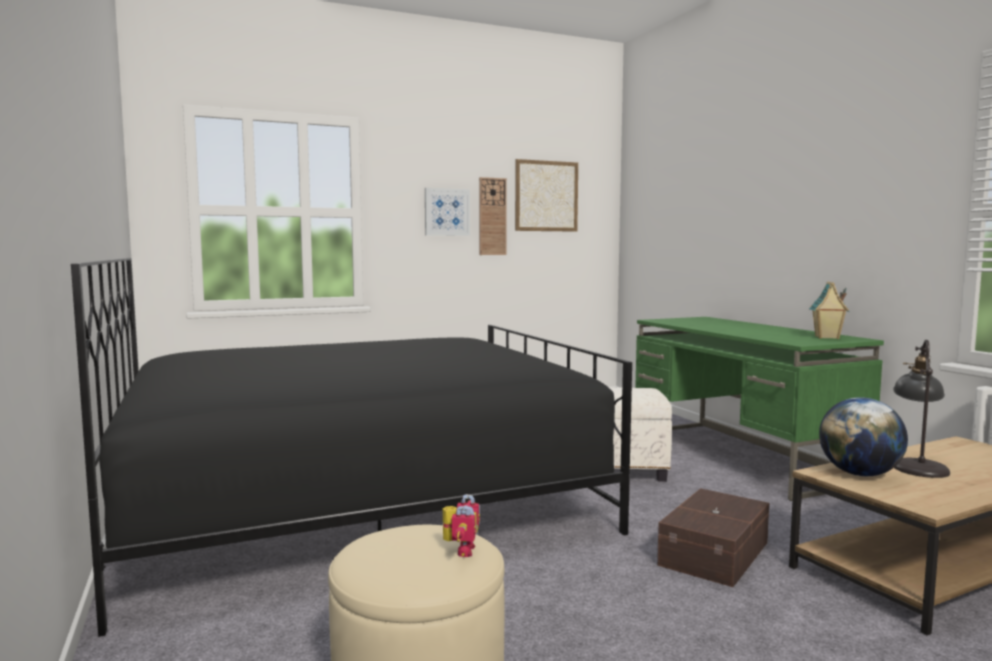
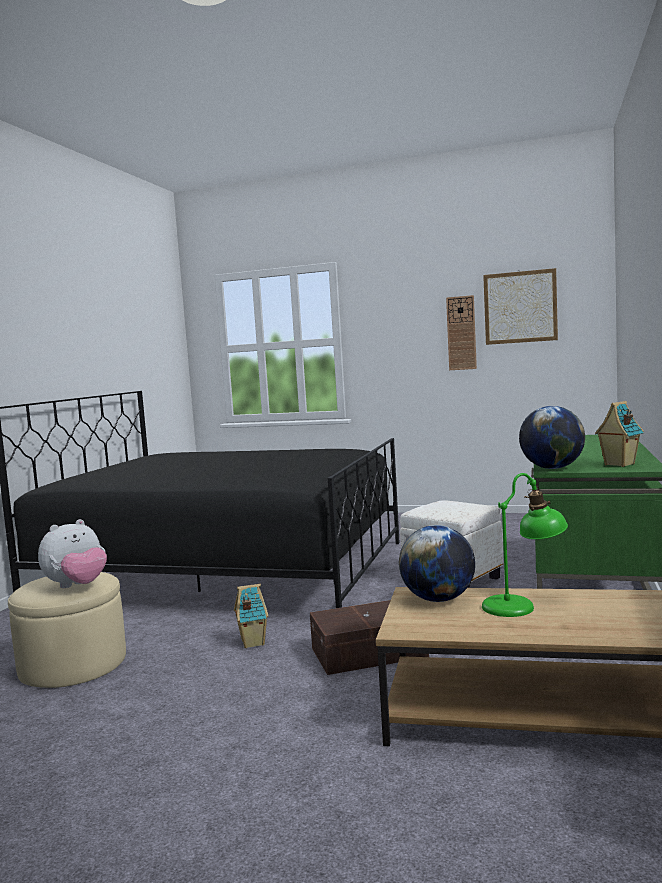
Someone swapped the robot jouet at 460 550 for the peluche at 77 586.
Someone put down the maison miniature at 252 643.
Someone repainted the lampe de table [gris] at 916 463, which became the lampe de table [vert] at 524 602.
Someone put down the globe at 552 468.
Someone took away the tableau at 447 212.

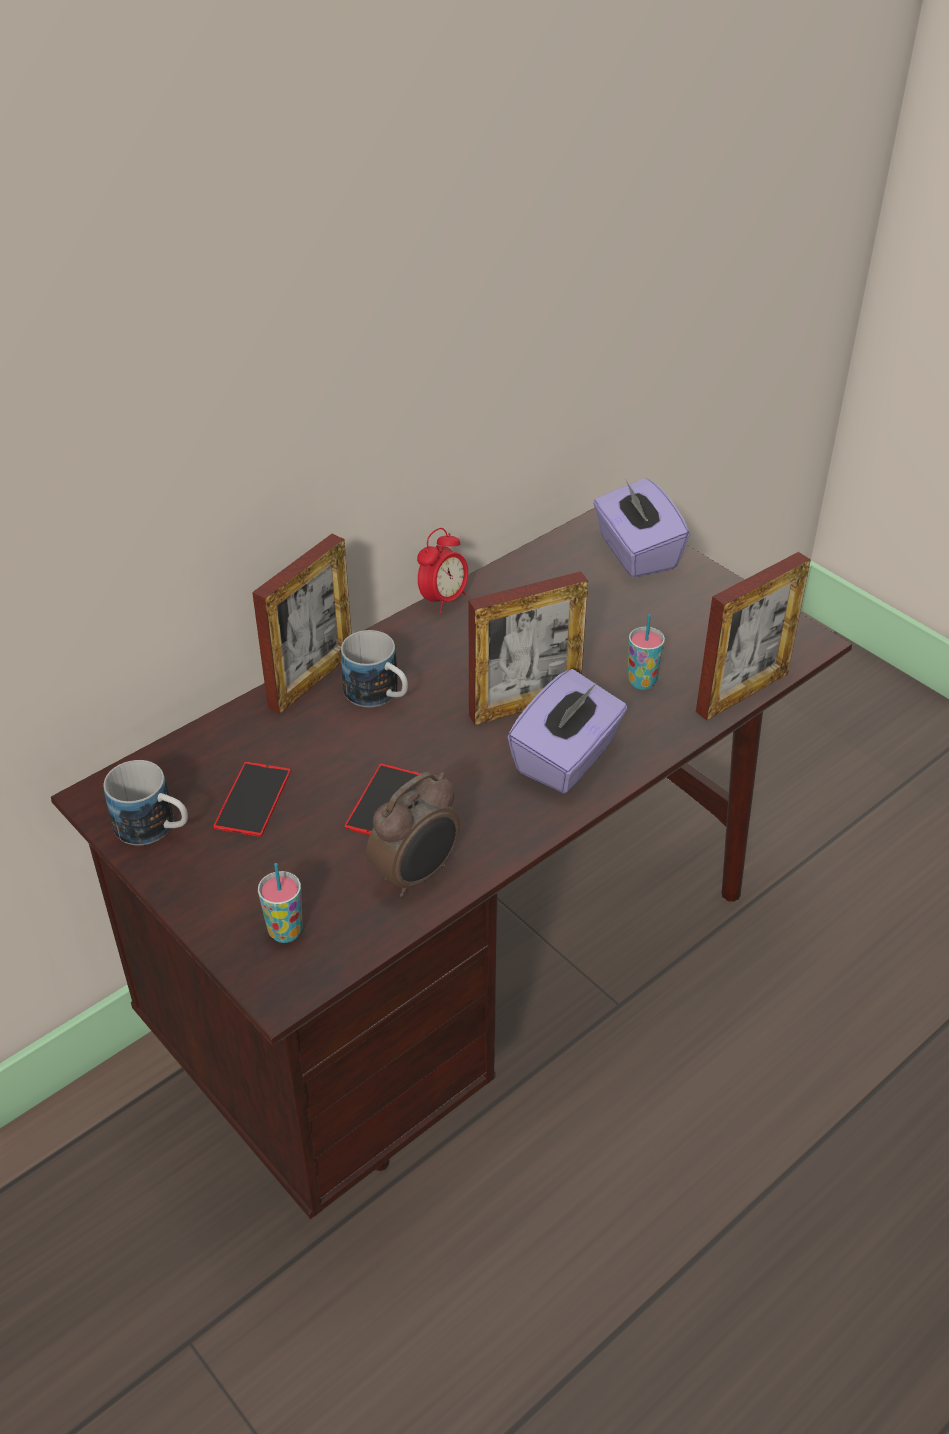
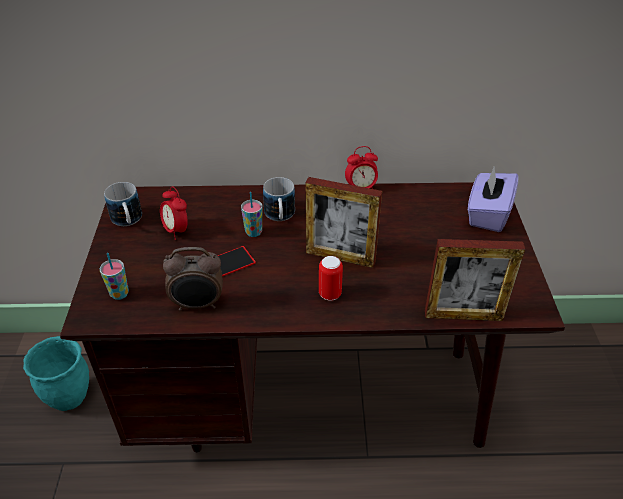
Someone put down the cache-pot [turquoise] at 70 398.
Someone swapped the téléphone at 252 799 for the réveil at 176 230.
Someone carried the tasse from 642 682 to 253 232.
Someone swapped the boîte à mouchoirs [violet] at 567 758 for the boîte métallique at 330 294.
Someone took away the cadre photo at 311 679.

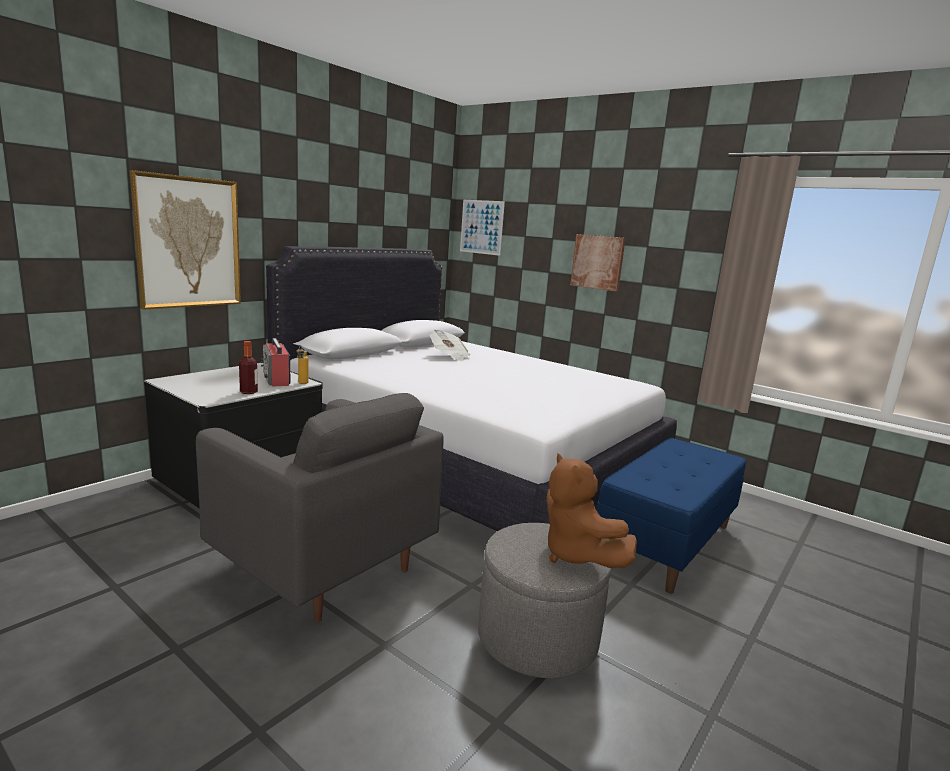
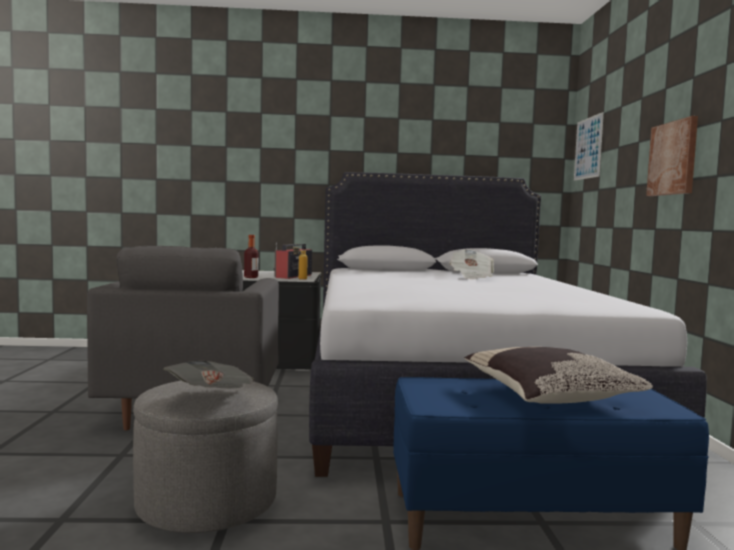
Someone swapped the peluche [marron] at 577 555 for the journal at 212 400.
Someone put down the coussin at 550 396.
Someone took away the tableau at 188 242.

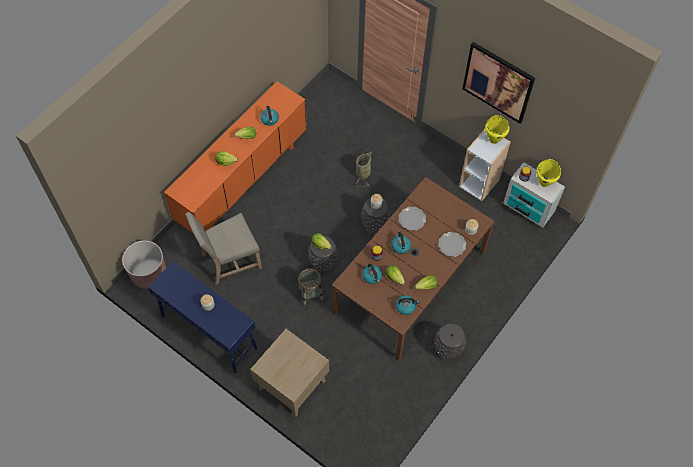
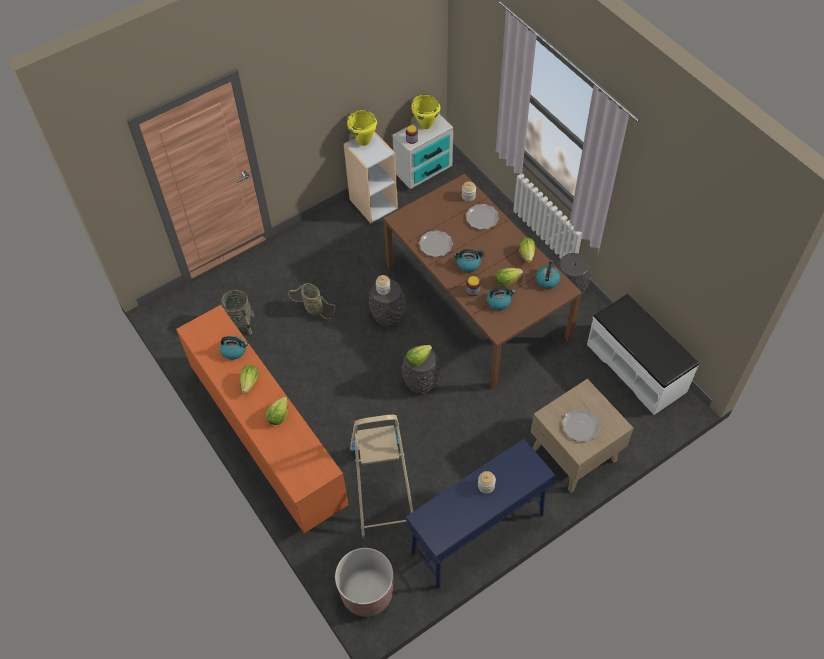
Someone carried the panier from 310 293 to 241 324.
Someone swapped the chaise [beige] at 229 260 for the escabeau [beige] at 382 486.
Someone put down the assiette at 581 426.
Someone put down the banc [blanc] at 636 367.
Someone took away the tableau at 498 82.

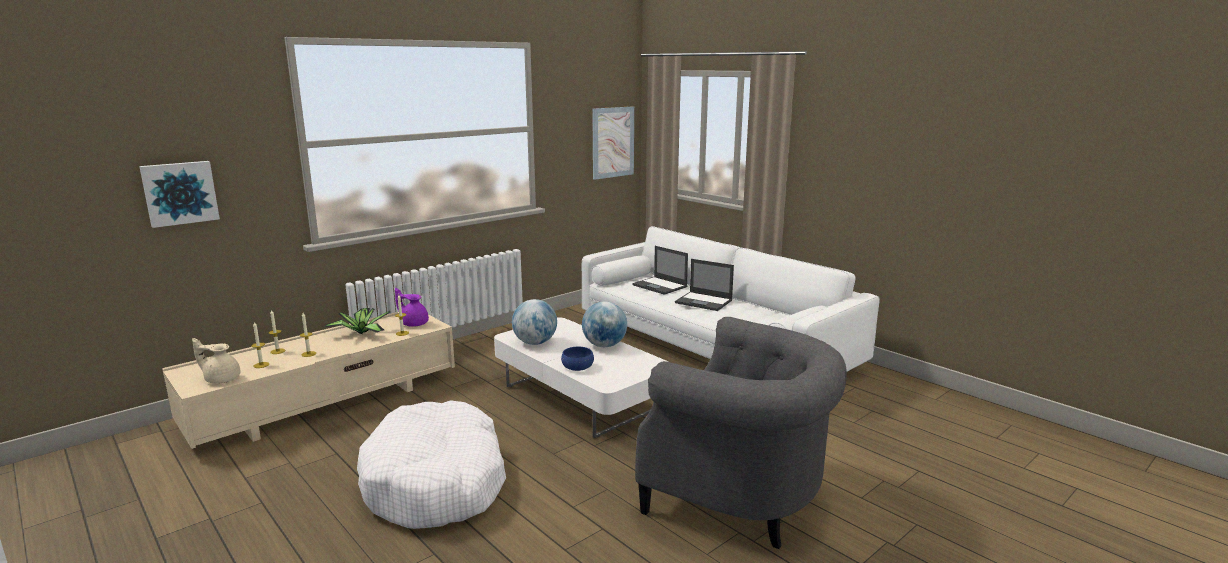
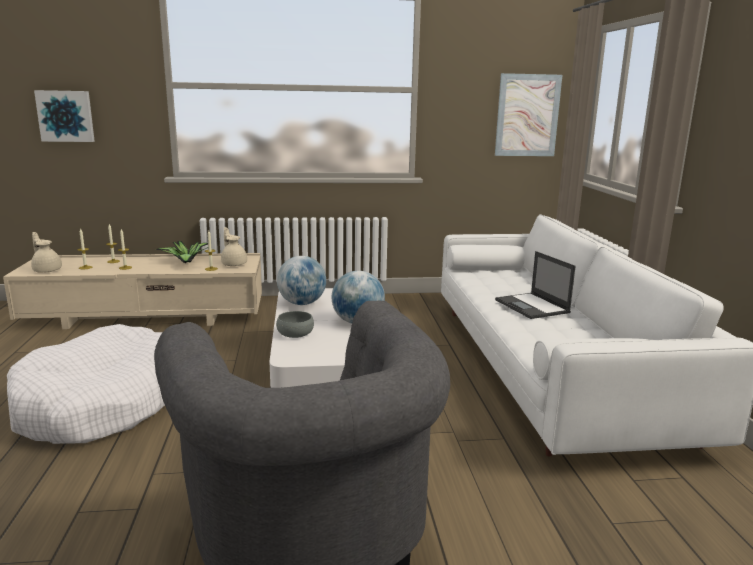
Someone repainted the théière [violet] at 414 323, which became the théière [beige] at 234 264.
Someone repainted the bol [bleu] at 577 367, which became the bol [gris] at 295 334.
Someone took away the ordinateur portable at 660 286.

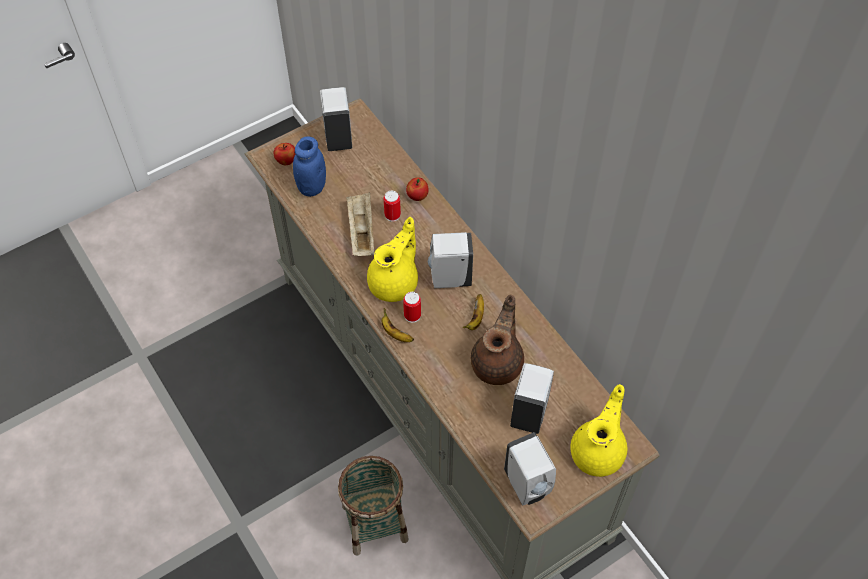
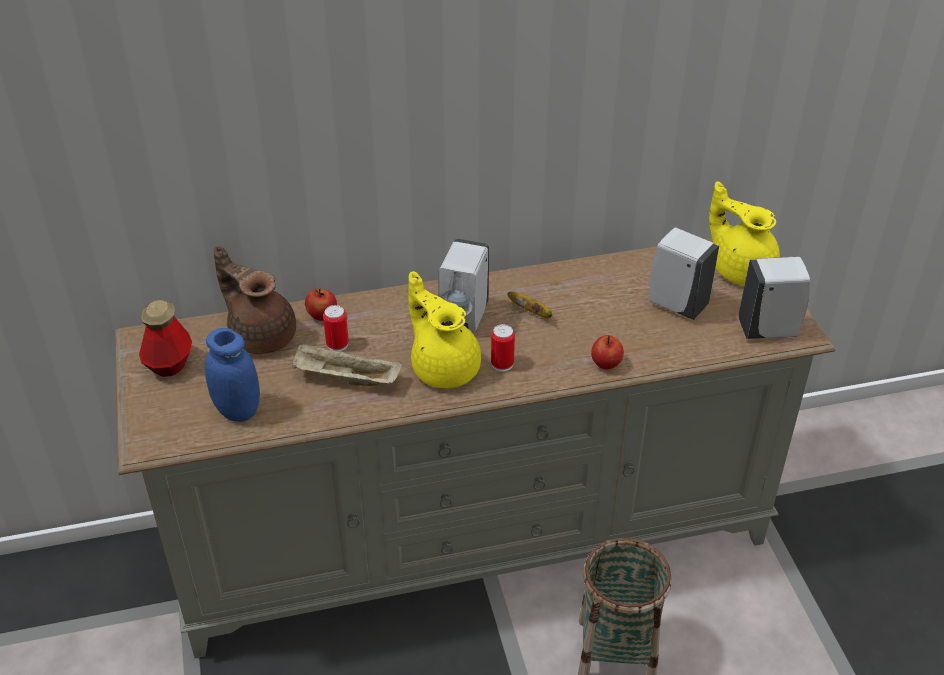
Someone swapped the distributeur de savon [blanc] at 338 137 for the bouteille at 169 364.
Someone carried the théière [marron] from 498 362 to 261 335.
Someone carried the pomme from 286 161 to 606 364.
Someone took away the banane at 395 333.

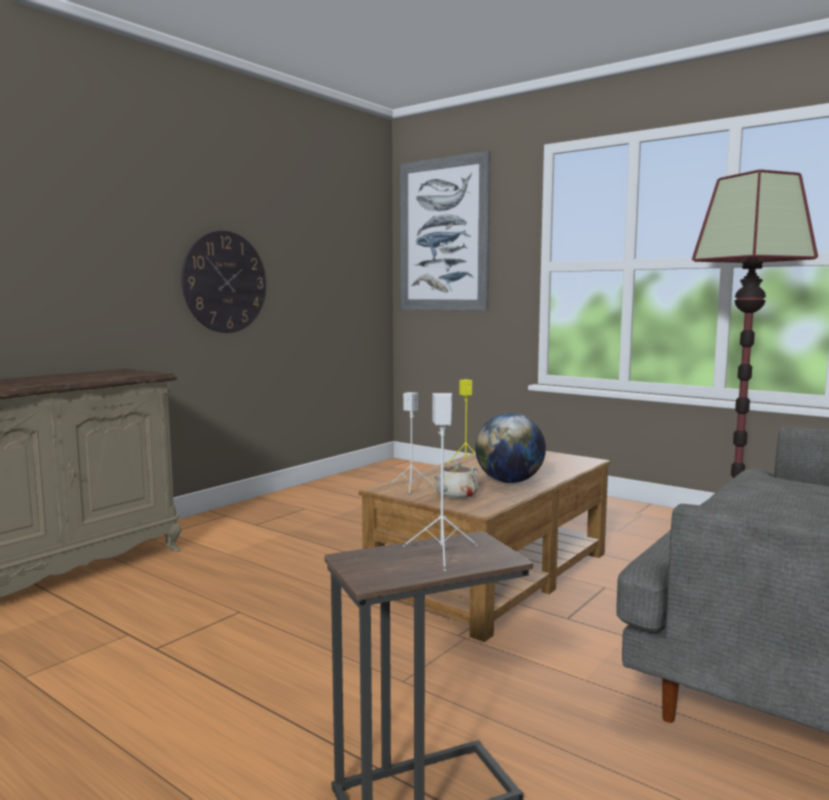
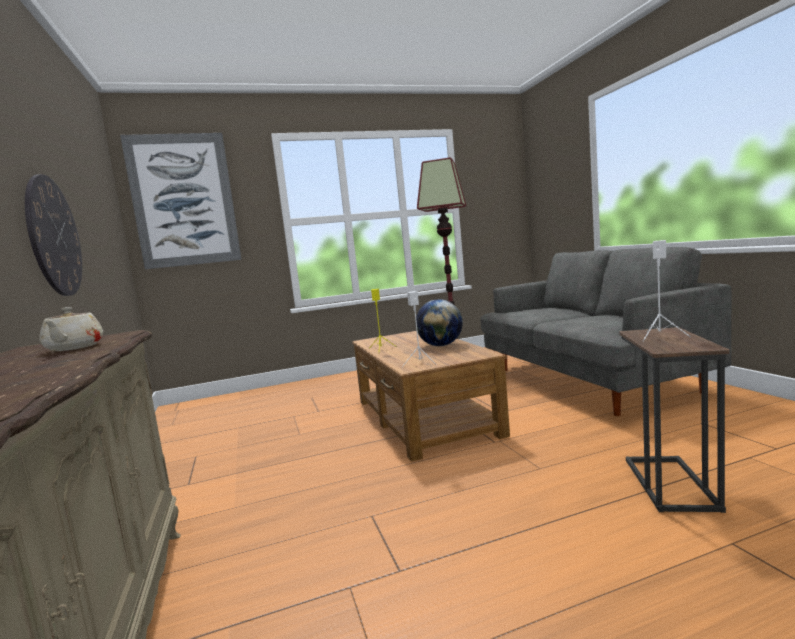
Someone carried the théière [beige] from 455 495 to 74 348.

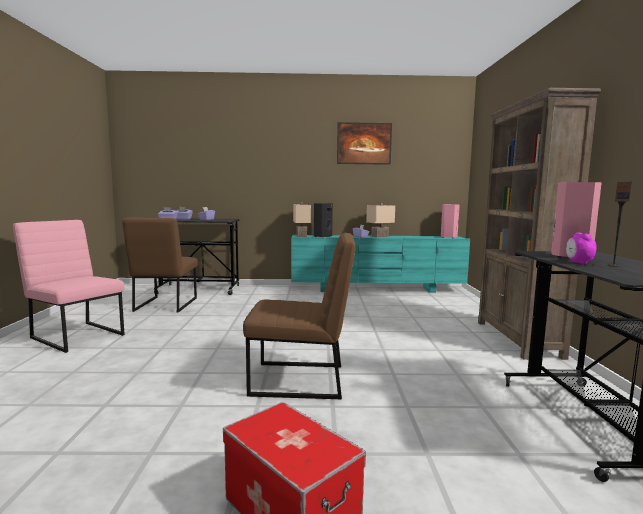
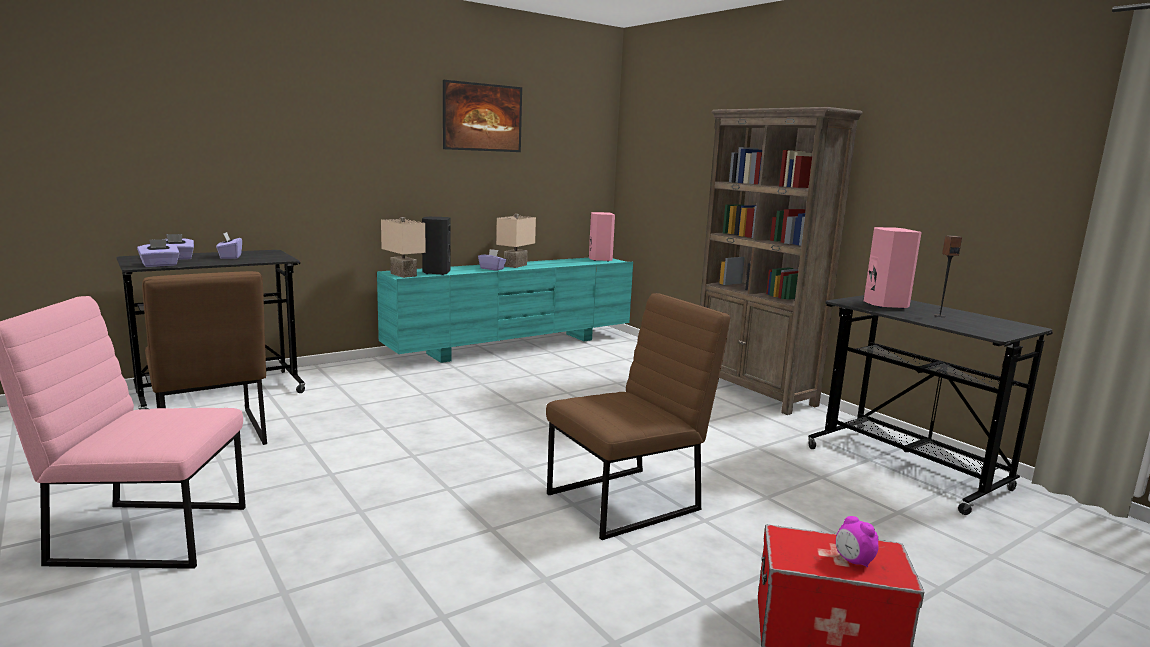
Someone carried the réveil from 578 262 to 853 561.

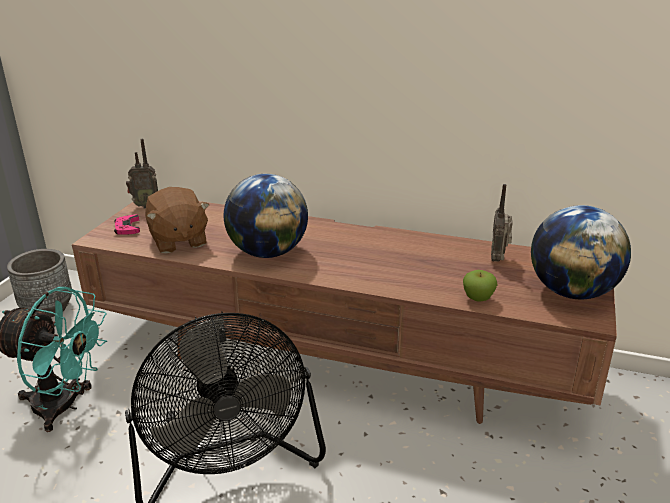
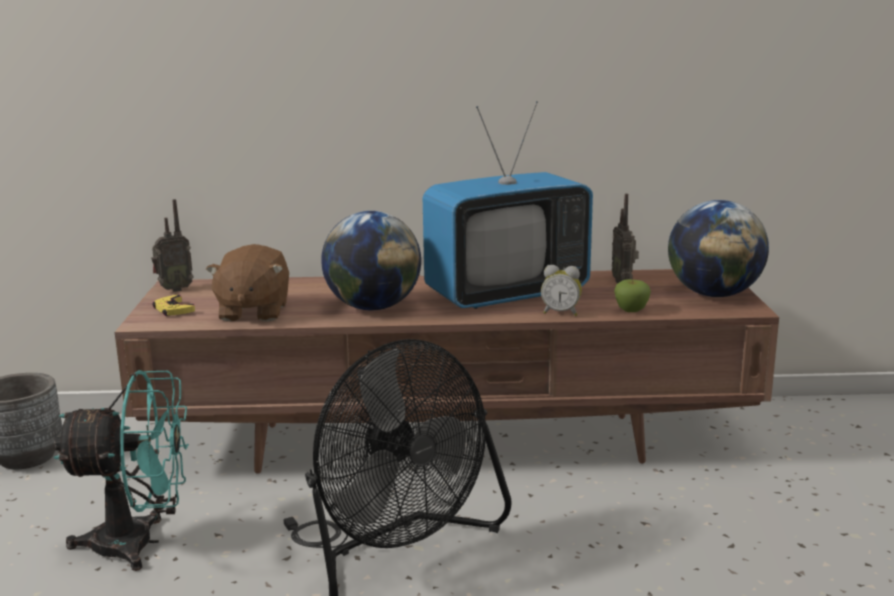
Someone repainted the manette [rose] at 127 228, which became the manette [jaune] at 173 310.
Someone rotated the peluche [marron] at 178 241 by 45 degrees clockwise.
Someone put down the téléviseur at 506 294.
Someone put down the réveil at 561 313.

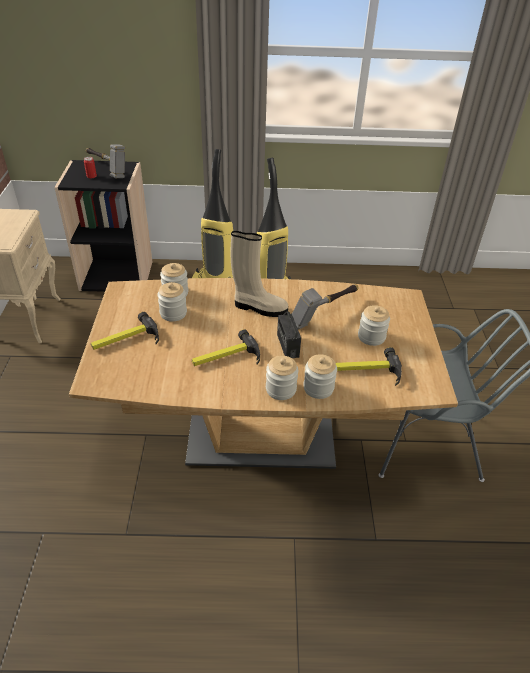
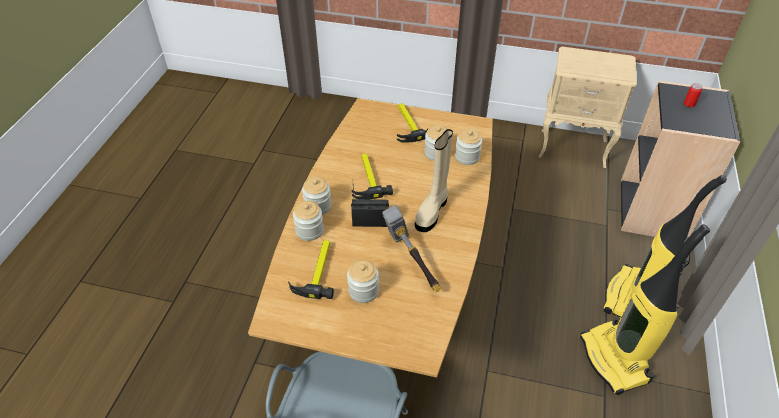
Someone took away the marteau at 106 169.

